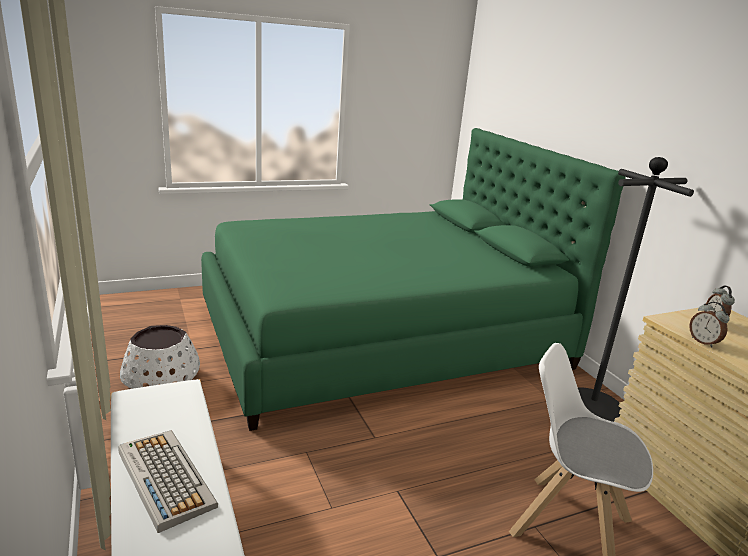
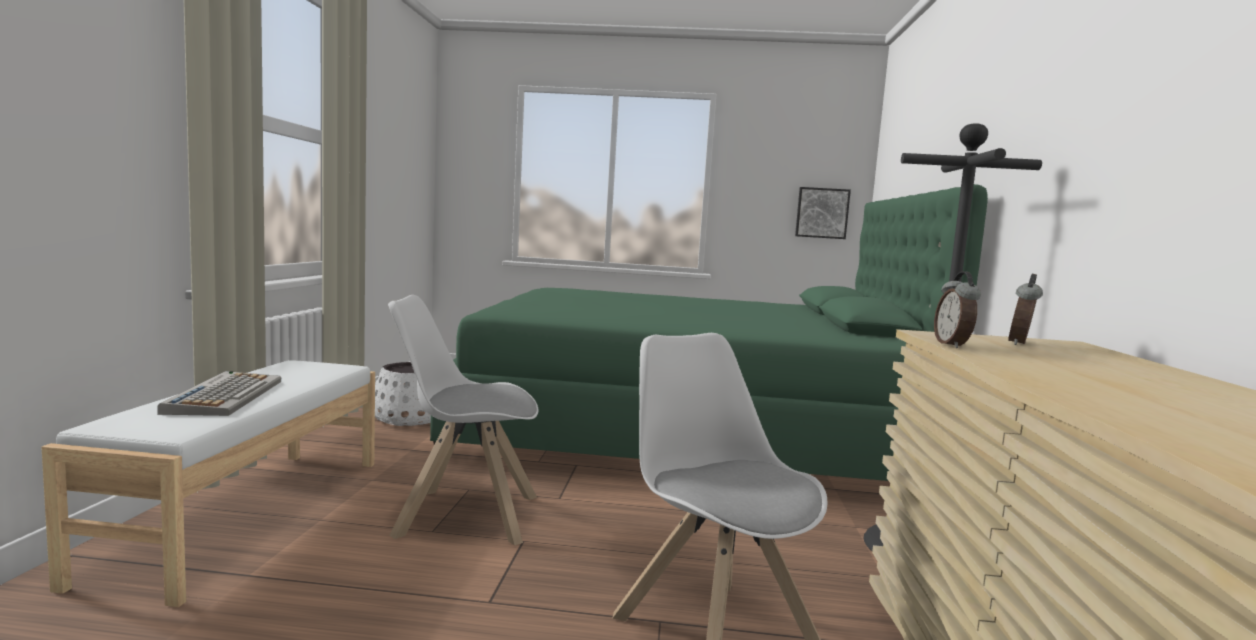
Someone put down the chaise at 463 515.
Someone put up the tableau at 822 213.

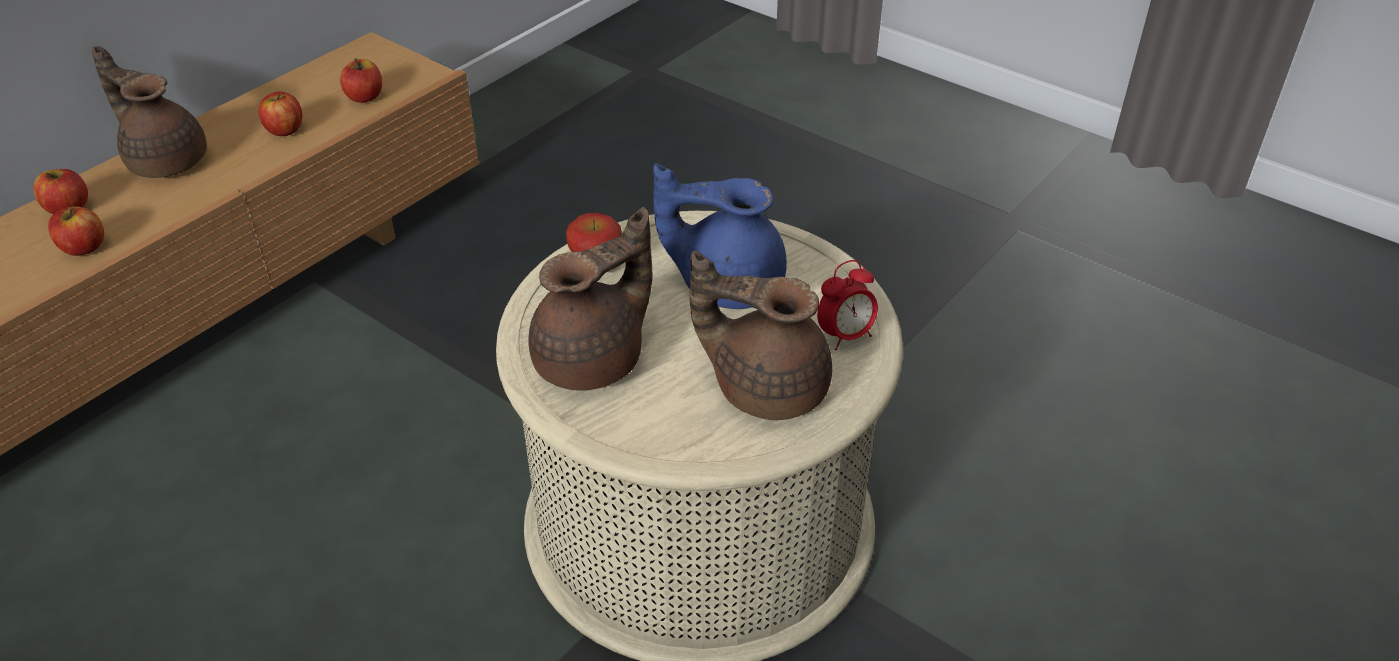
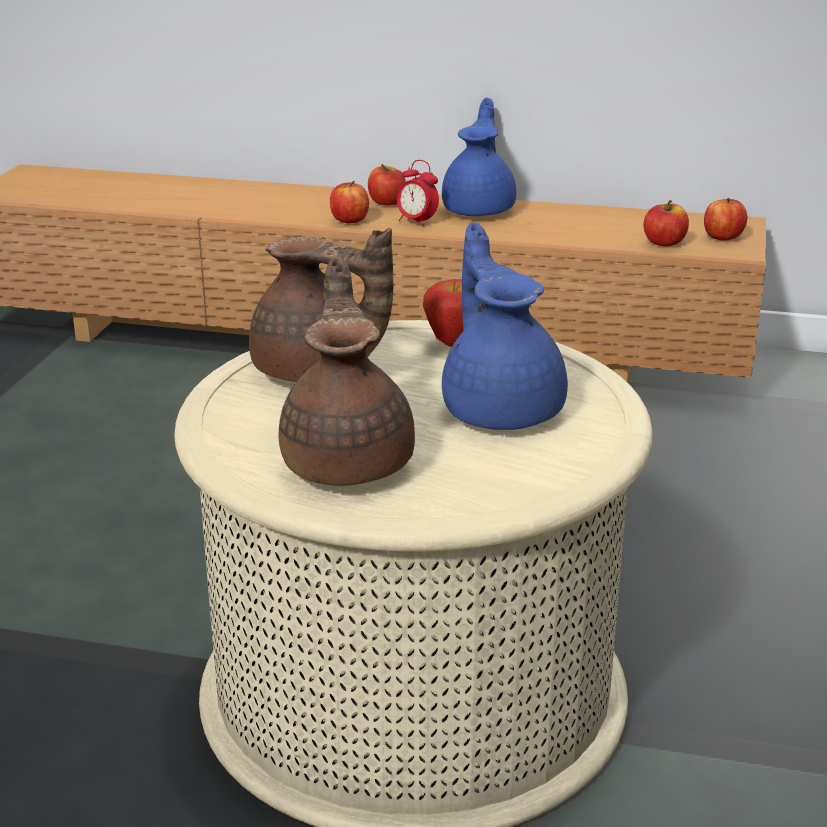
Someone carried the réveil from 845 336 to 417 222.
Someone repainted the théière [marron] at 166 160, which became the théière [bleu] at 480 209.
Someone carried the pomme from 285 130 to 723 237.

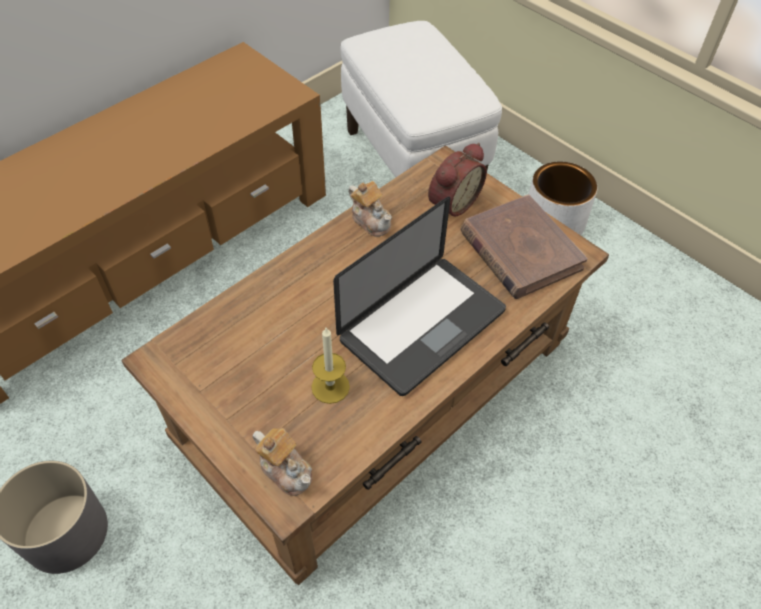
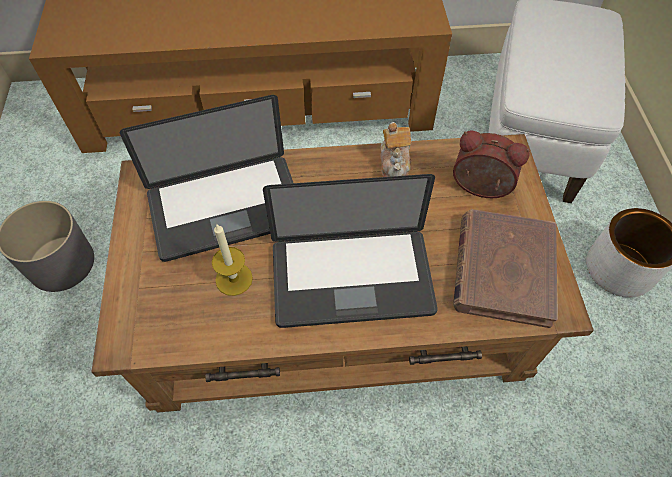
Someone put down the ordinateur portable at 226 208.
Someone rotated the réveil at 451 203 by 150 degrees counterclockwise.
Someone took away the théière at 286 469.

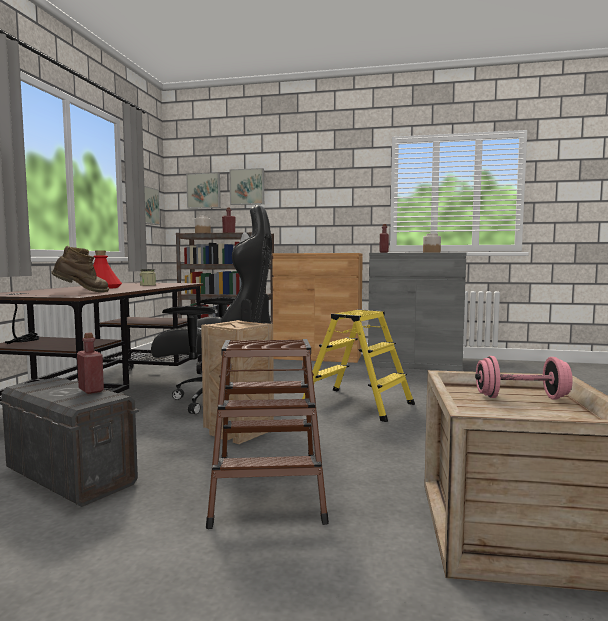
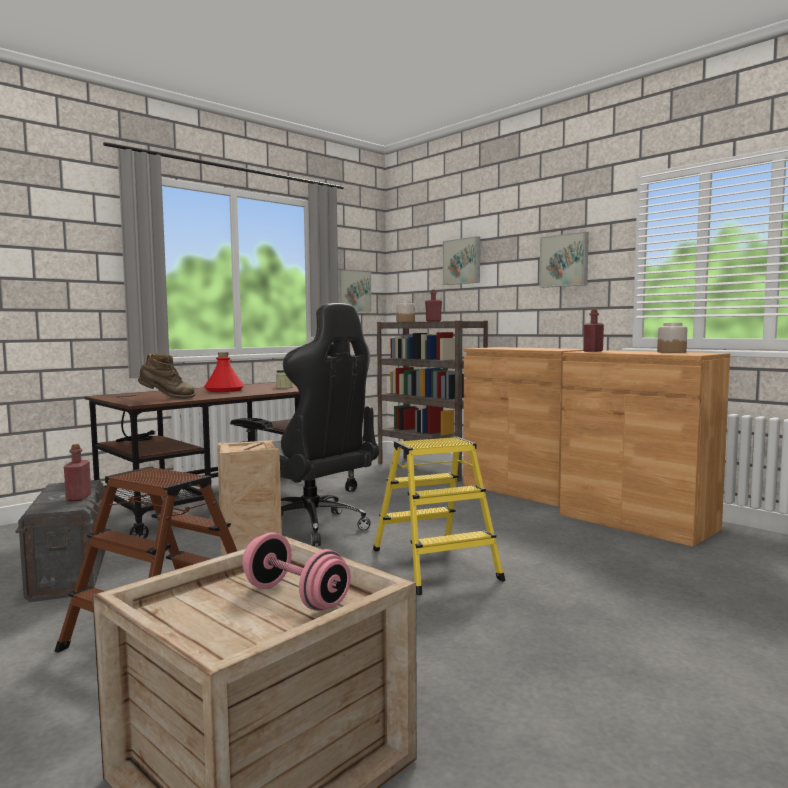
Someone carried the tableau from 204 191 to 565 260.
Someone repainted the meuble de rangement [gris] at 413 364, which became the meuble de rangement [marron] at 637 522.

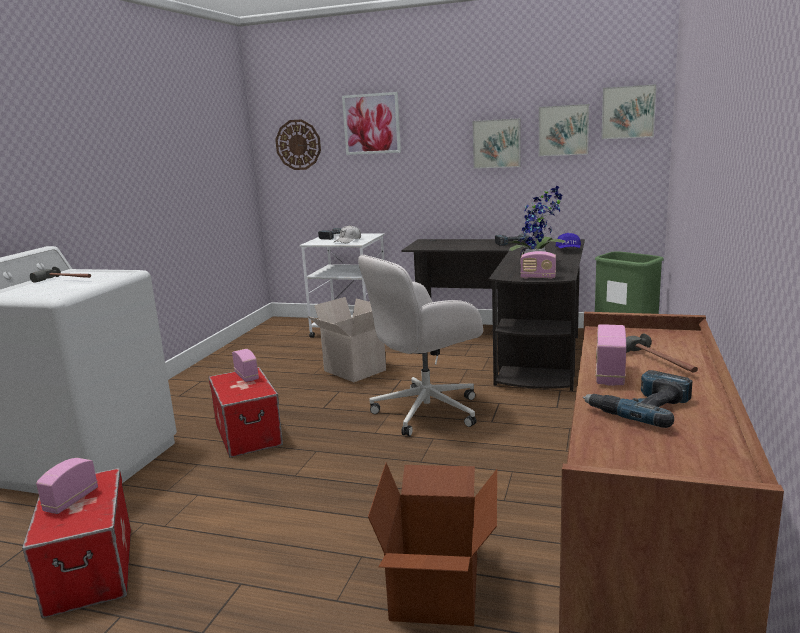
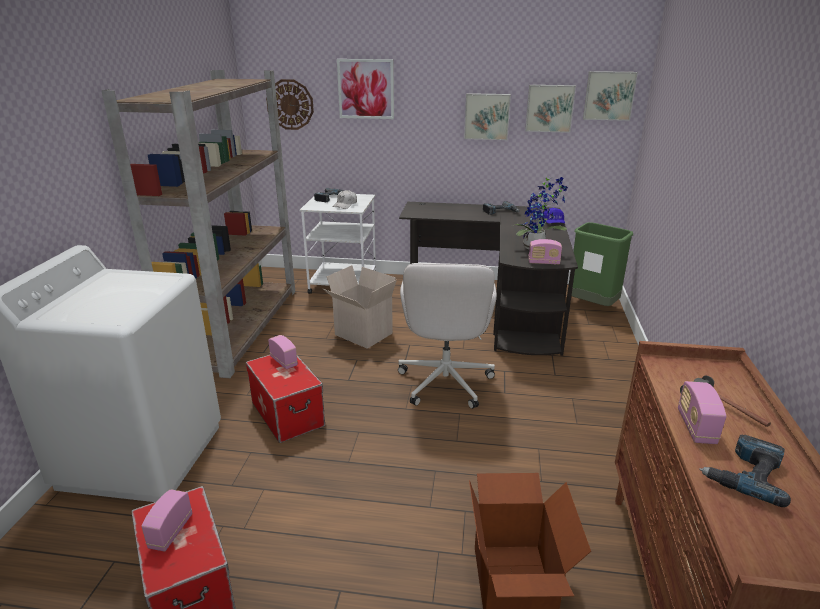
Someone put down the bibliothèque [marron] at 238 327.
Someone rotated the chaise de bureau [blanc] at 427 412 by 45 degrees counterclockwise.
Someone took away the marteau at 65 280.

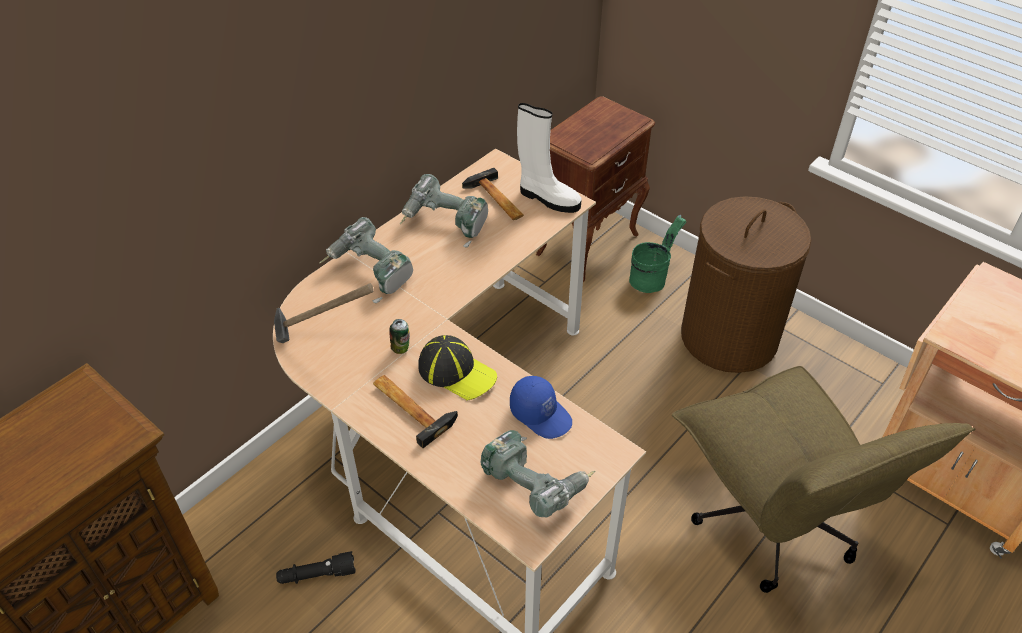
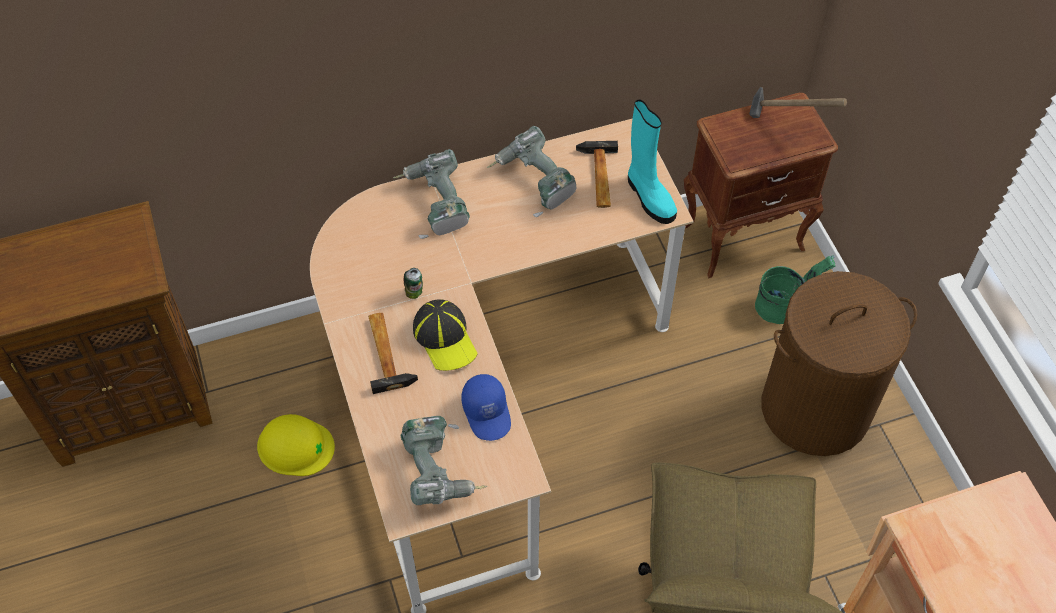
Someone swapped the lampe de poche [noir] at 317 575 for the casque de chantier [jaune] at 295 446.
Someone repainted the botte [blanc] at 547 198, which became the botte [turquoise] at 649 197.
Someone carried the marteau from 322 332 to 788 122.

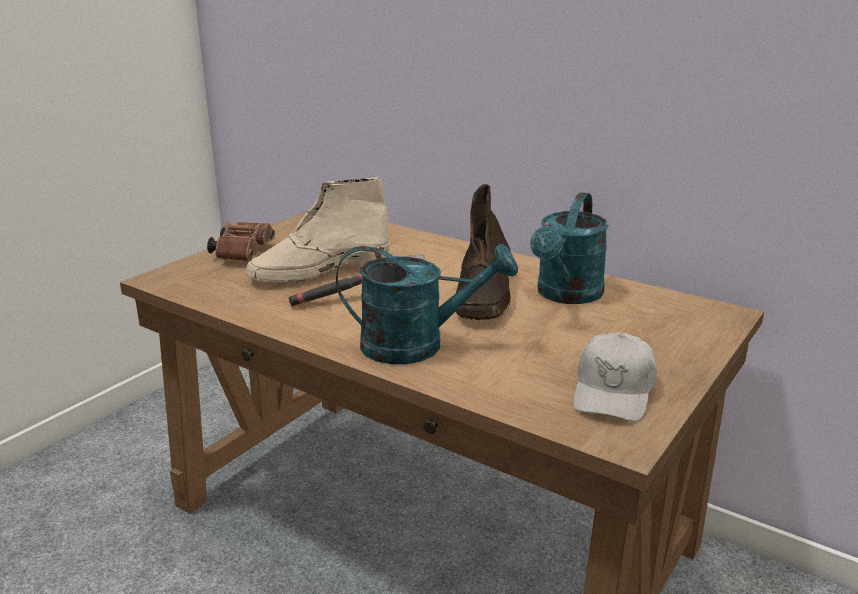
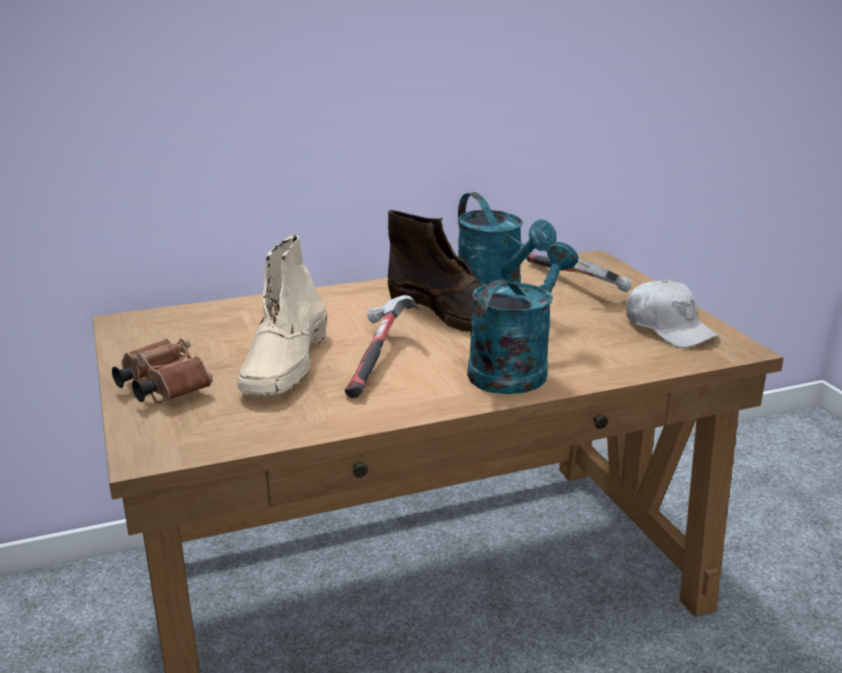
Someone put down the marteau at 571 284.

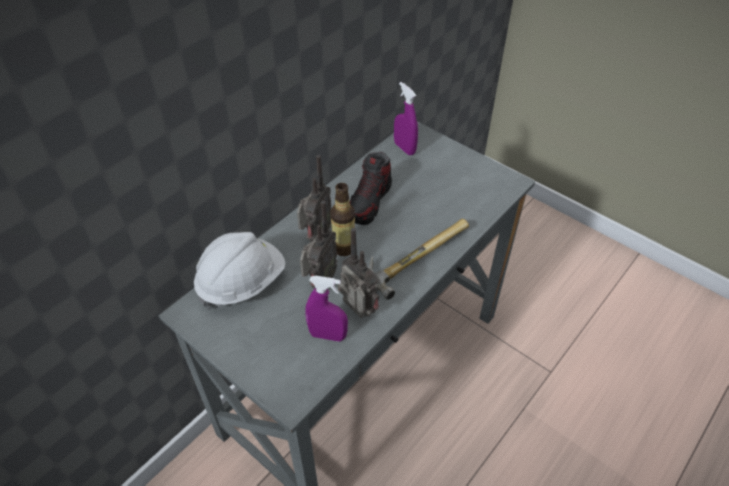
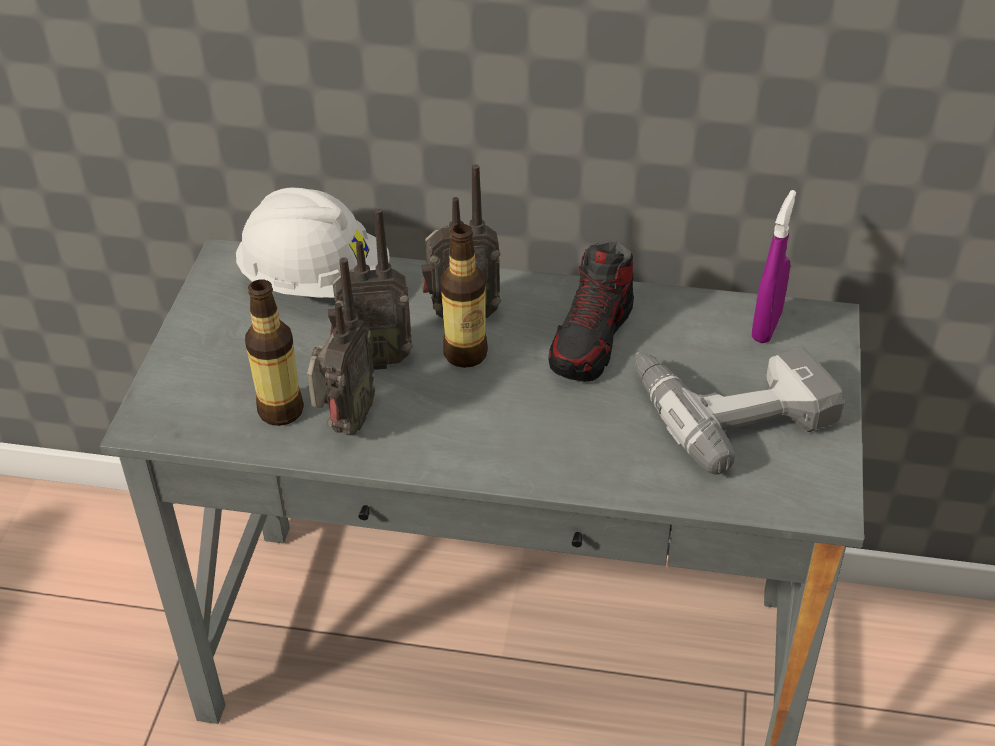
Someone swapped the vaporisateur [violet] at 328 335 for the bouteille at 280 411.
Someone rotated the chaussure at 369 202 by 60 degrees counterclockwise.
Someone put down the perceuse at 731 405.
Someone took away the marteau at 415 255.

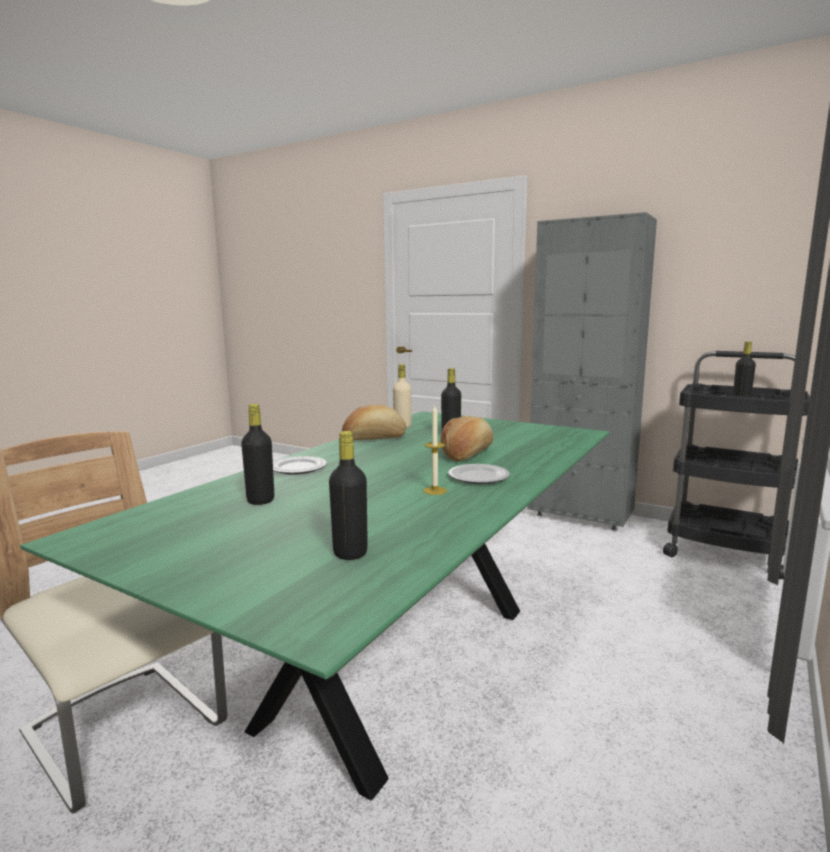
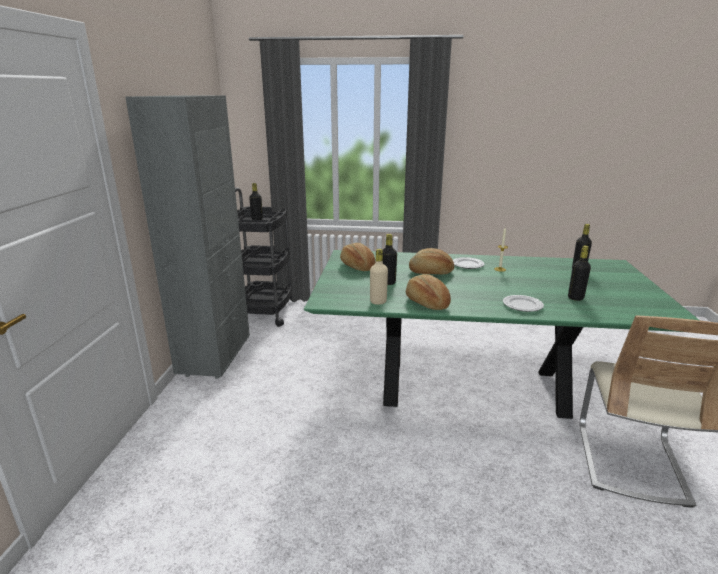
Someone put down the pain at 357 266.

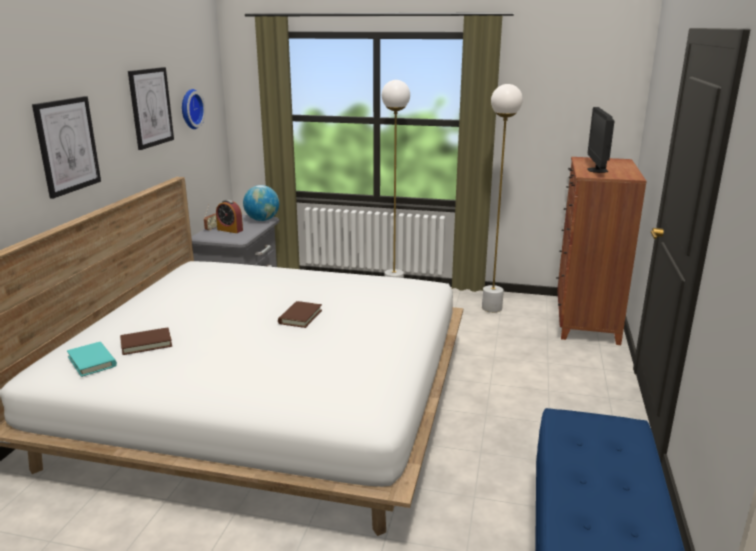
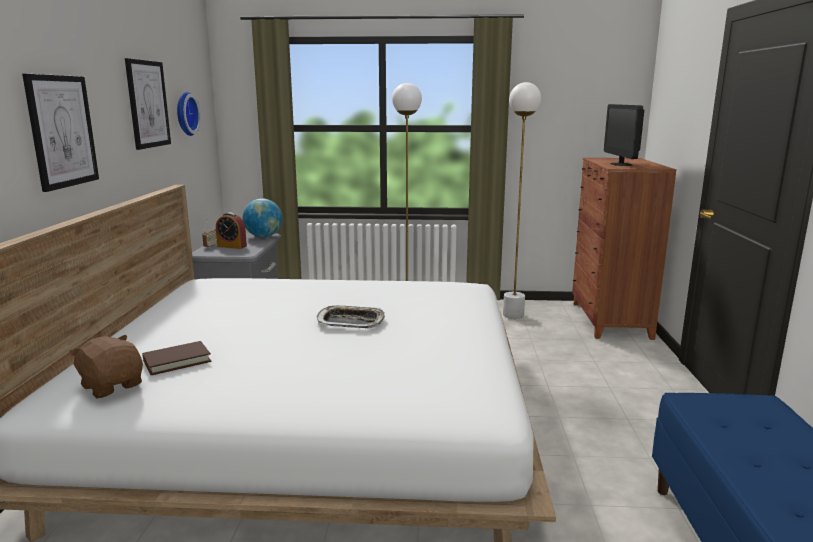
Someone swapped the livre [turquoise] at 92 361 for the peluche [marron] at 112 385.
Someone swapped the livre [marron] at 300 317 for the plateau at 351 322.

